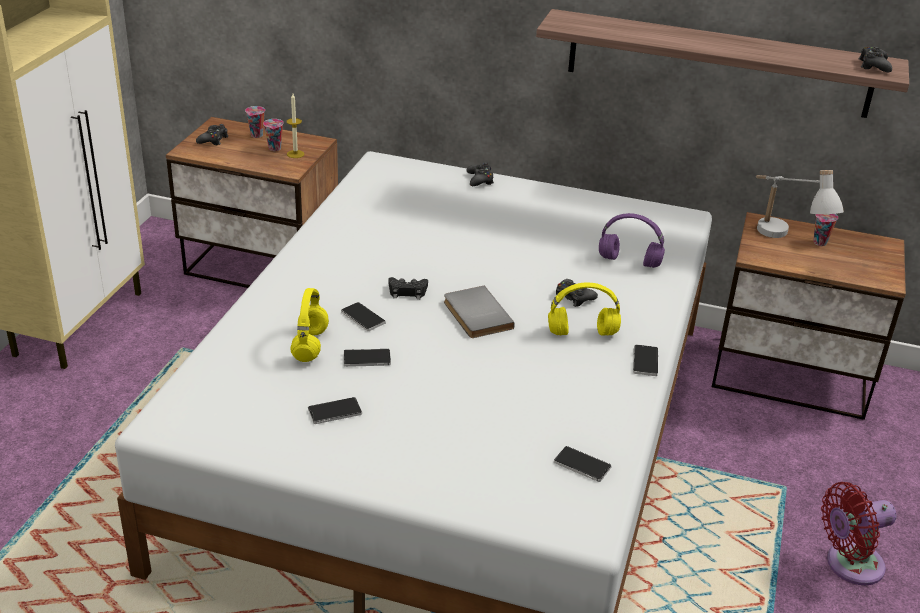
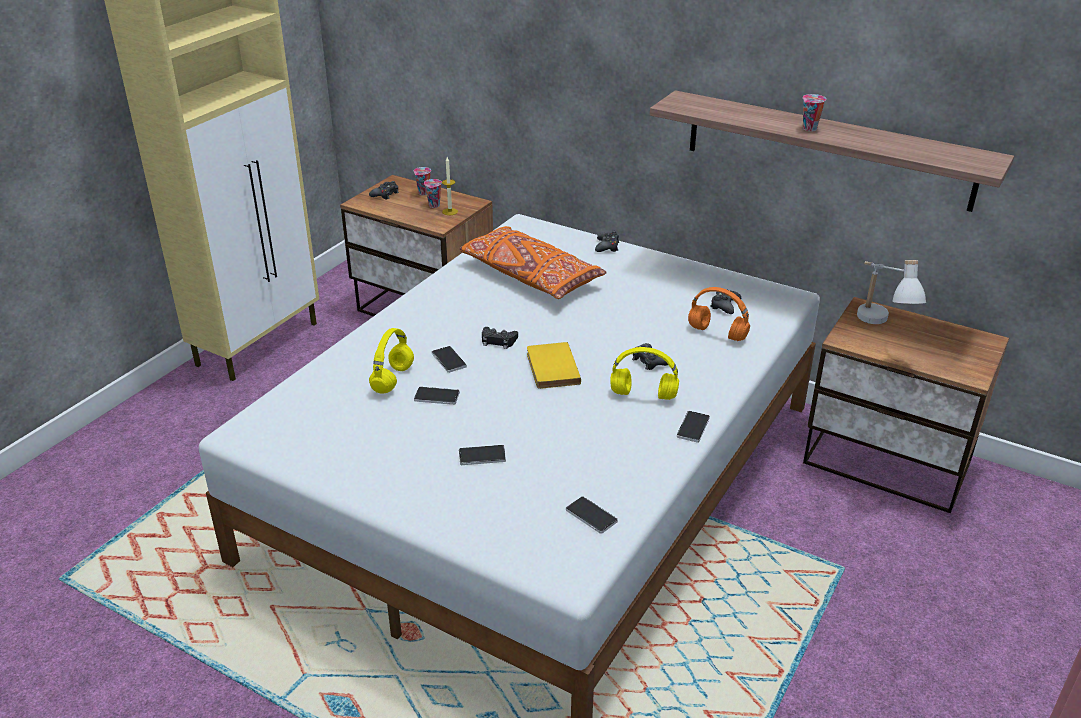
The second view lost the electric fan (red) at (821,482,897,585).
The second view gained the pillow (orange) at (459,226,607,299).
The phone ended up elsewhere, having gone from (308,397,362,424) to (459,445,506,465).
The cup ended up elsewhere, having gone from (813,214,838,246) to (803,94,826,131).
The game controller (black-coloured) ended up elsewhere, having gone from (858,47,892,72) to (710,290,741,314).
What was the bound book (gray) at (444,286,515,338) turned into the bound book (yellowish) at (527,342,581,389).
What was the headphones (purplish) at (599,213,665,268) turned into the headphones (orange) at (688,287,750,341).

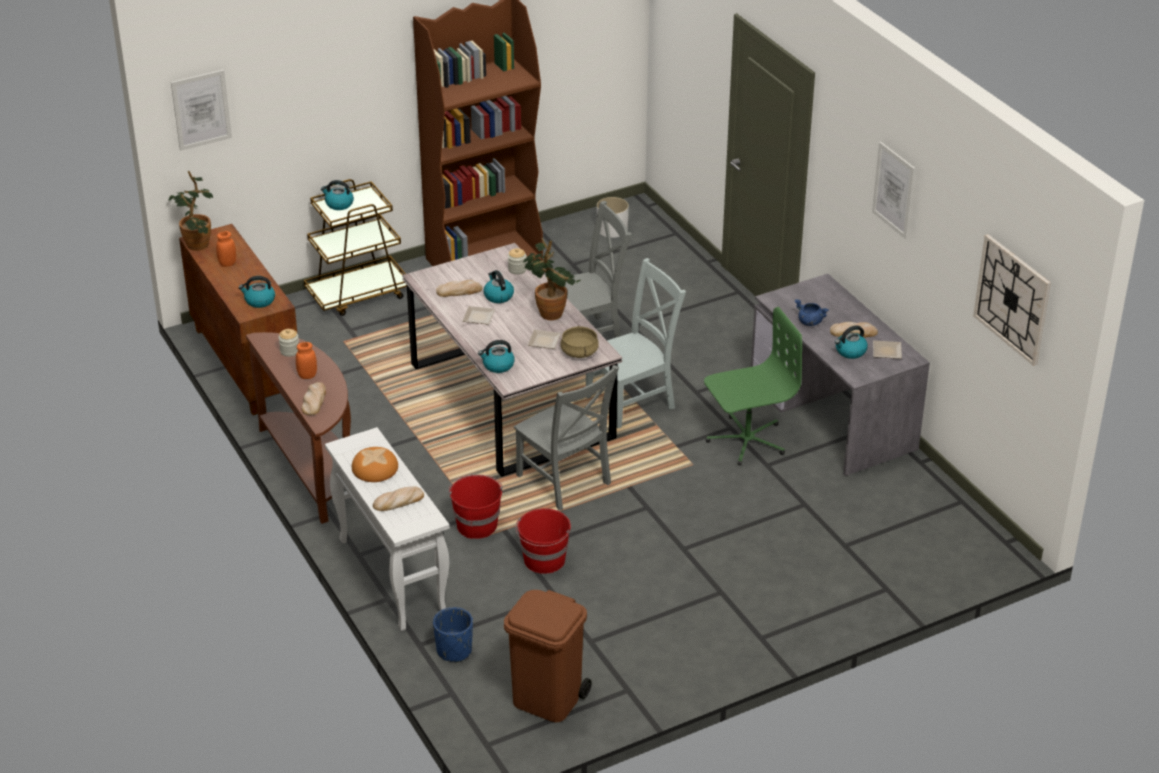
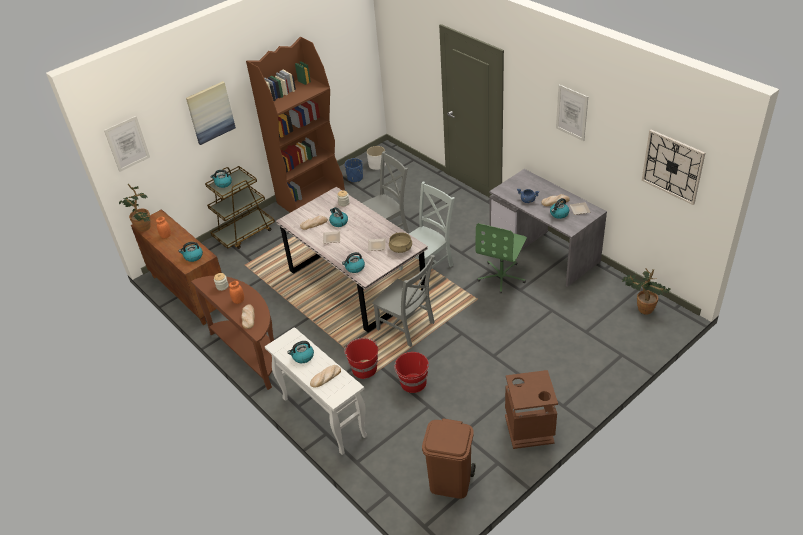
The second view gained the wall picture at (186,81,236,145).
The second view gained the trash can (brown-coloured) at (505,370,558,449).
The planter (blue-coloured) ended up elsewhere, having gone from (433,607,473,663) to (344,158,363,182).
The potted plant ended up elsewhere, having gone from (522,238,581,320) to (622,268,671,315).
Where the bakery bread stood at (352,447,398,482), the water kettle came to stand at (287,341,314,363).
The office chair (greenish) at (704,307,802,465) ended up facing another way, 150 degrees clockwise from before.

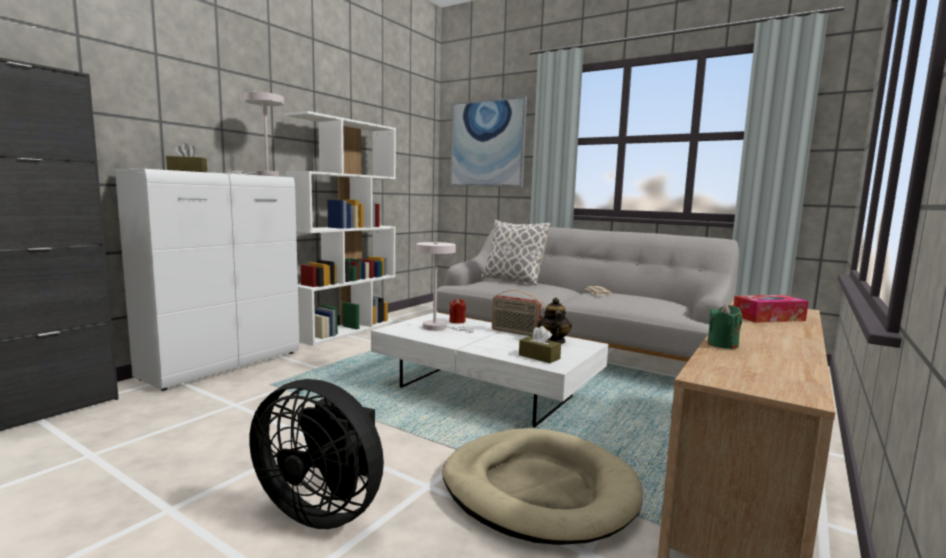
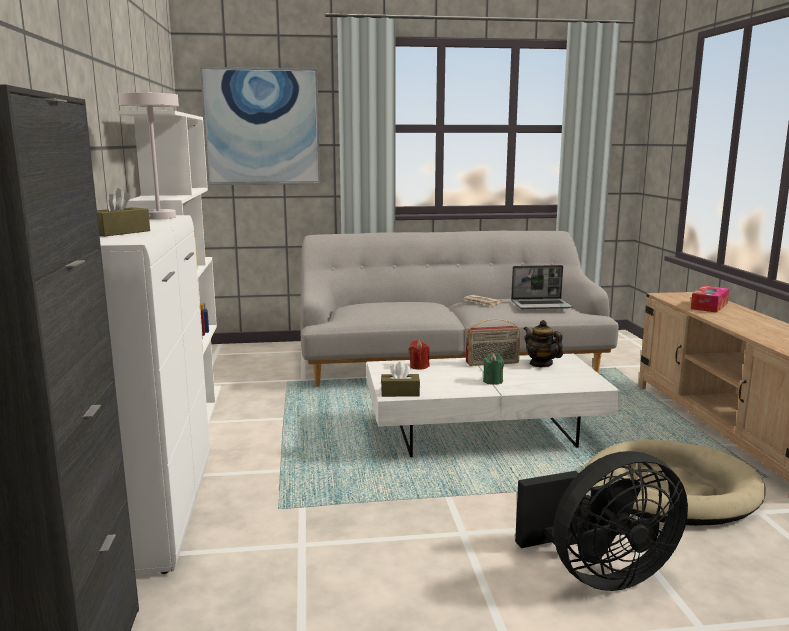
The second view lost the table lamp (white) at (416,242,475,333).
The second view lost the pillow at (481,220,551,285).
The second view gained the portable computer at (511,265,573,309).
The tissue box (brown-coloured) ended up elsewhere, having gone from (519,326,561,363) to (381,362,420,397).
The wax light (greenish) ended up elsewhere, having gone from (707,304,743,349) to (483,353,504,385).

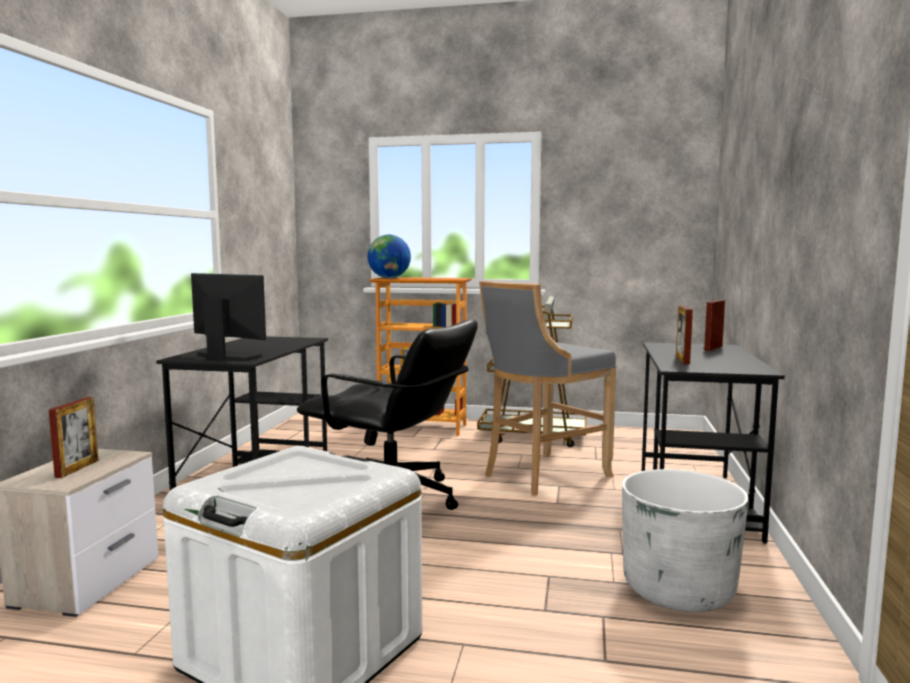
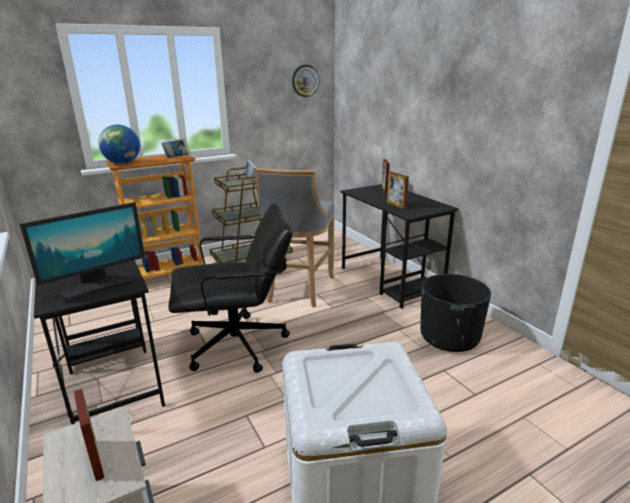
The second view gained the bound book at (161,138,190,158).
The second view gained the hanging clock at (292,65,320,97).
What was the planter (white) at (622,469,749,612) turned into the planter (black-coloured) at (420,274,491,352).
The computer display at (191,273,266,361) ended up facing another way, 150 degrees clockwise from before.

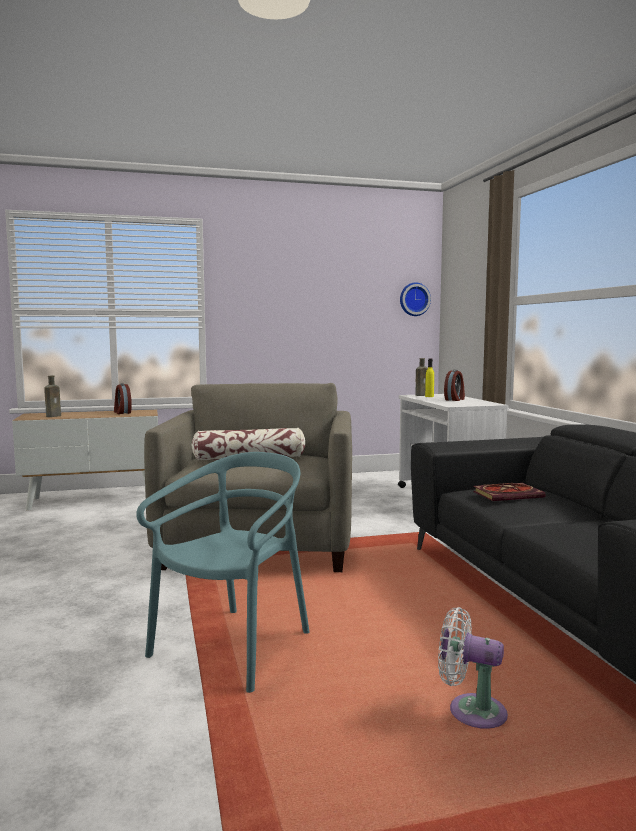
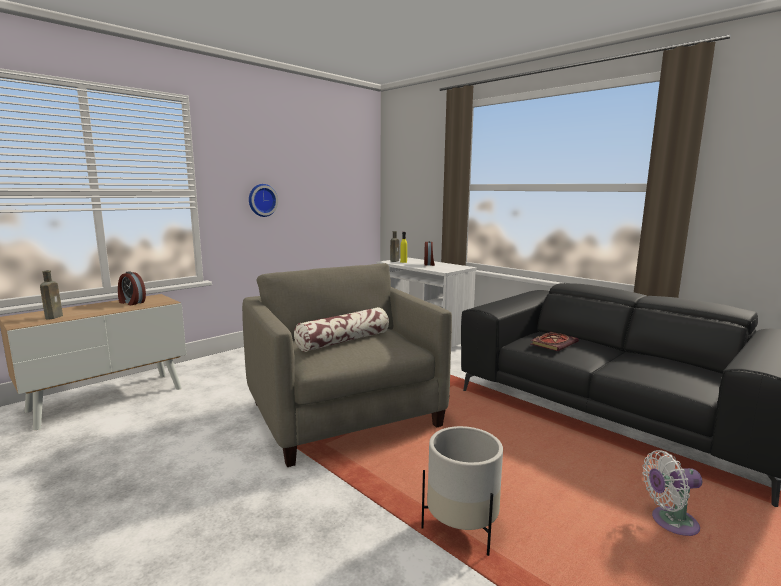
The hanging clock ended up elsewhere, having gone from (400,283,431,316) to (249,184,278,217).
Where the chair (turquoise) stood at (136,452,310,693), the planter (white) came to stand at (421,426,503,556).

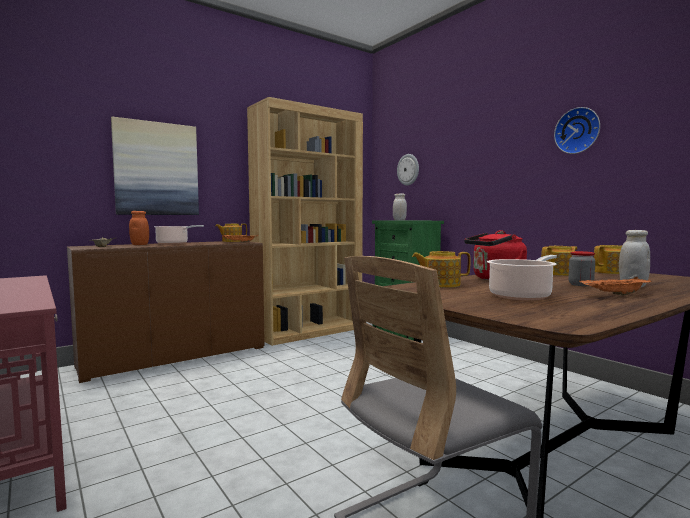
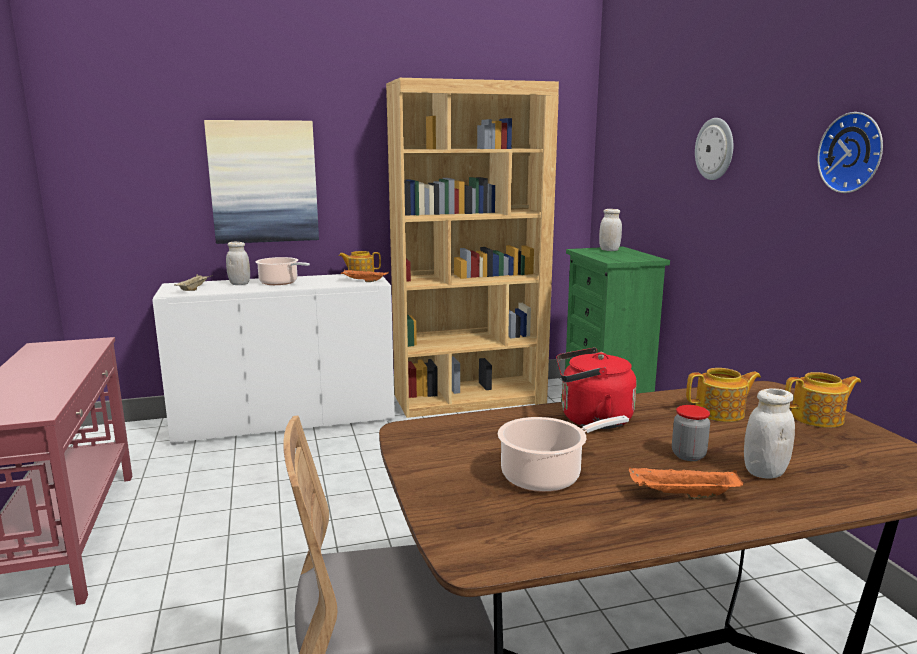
The second view lost the pot for tea at (412,251,471,288).
The hanging clock ended up elsewhere, having gone from (397,154,419,186) to (695,118,733,180).
What was the cabinet (brown-coloured) at (67,241,265,383) turned into the cabinet (white) at (152,272,395,445).
What was the preserve jar (orange) at (129,211,149,245) turned into the preserve jar (white) at (226,242,250,285).

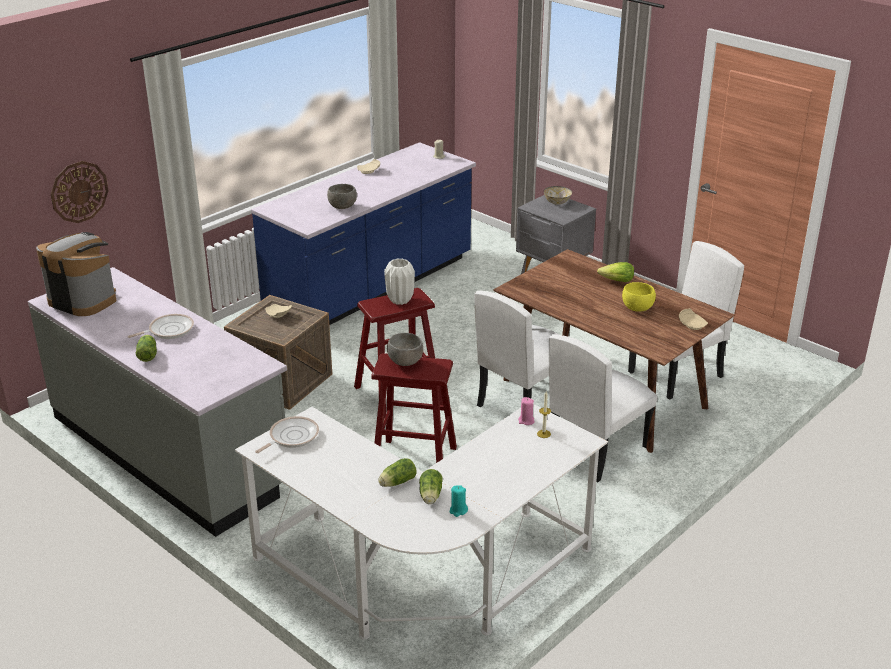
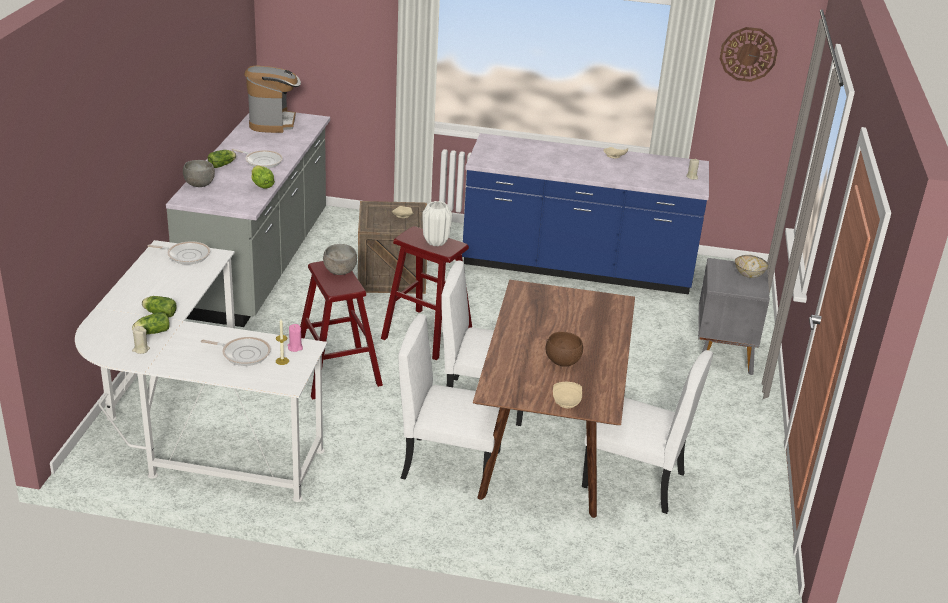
The second view gained the pan at (201,337,271,366).
The hanging clock ended up elsewhere, having gone from (51,161,109,223) to (720,27,778,82).
The serving bowl (gray) ended up elsewhere, having gone from (327,184,357,209) to (183,160,215,187).
The head of lettuce ended up elsewhere, having gone from (597,262,634,282) to (251,165,275,189).
What was the wax light (turquoise) at (450,485,468,517) turned into the wax light (sand-coloured) at (132,326,150,354).
What was the serving bowl (yellowish) at (622,282,656,312) turned into the serving bowl (brown-coloured) at (546,332,583,367).

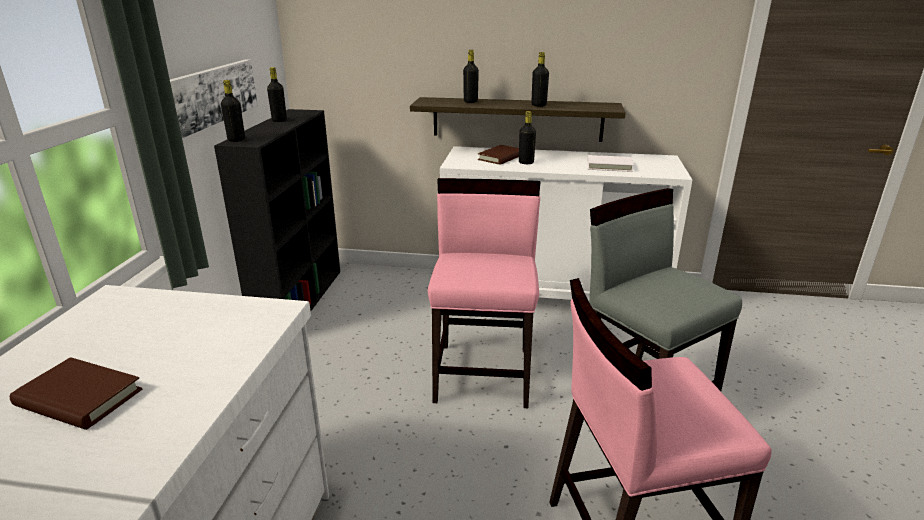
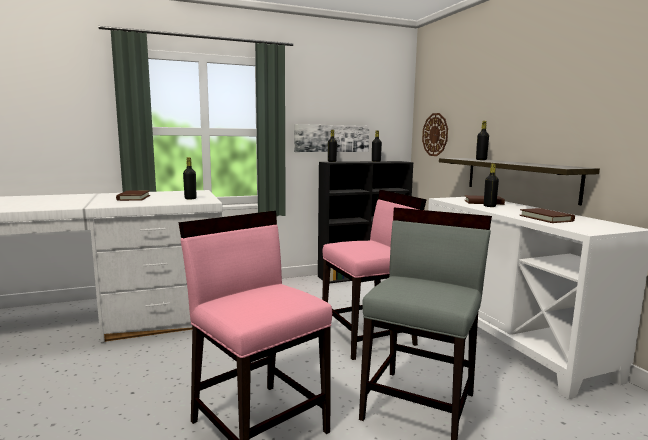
The second view gained the hanging clock at (422,113,448,156).
The drink bottle (black-coloured) ended up elsewhere, having gone from (531,52,549,107) to (183,157,196,199).
What was the bound book (white) at (587,155,634,172) turned into the bound book (brown-coloured) at (519,208,575,223).

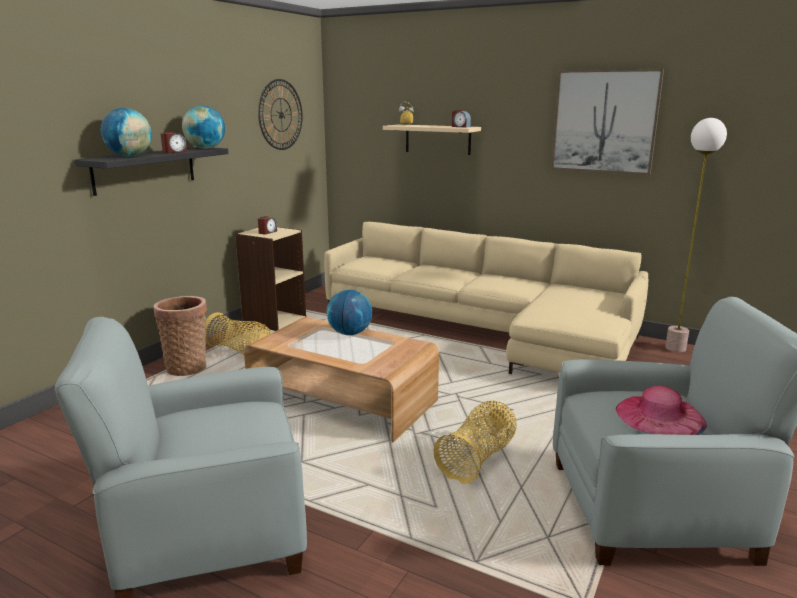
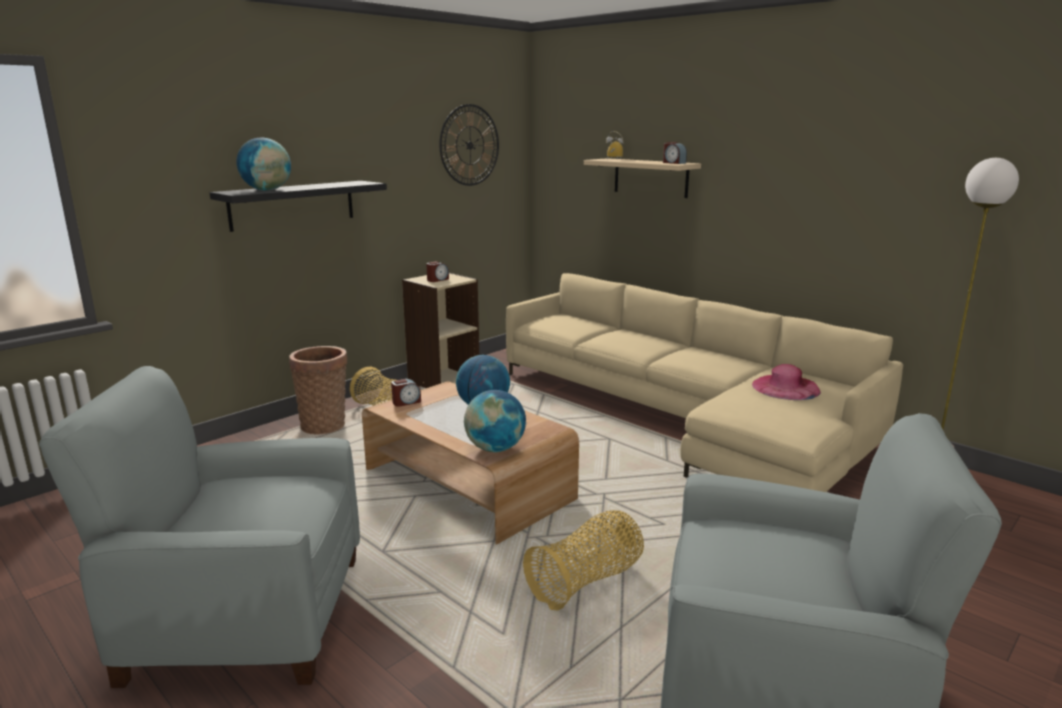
The second view lost the wall picture at (551,69,664,175).
The table clock ended up elsewhere, having gone from (161,132,187,153) to (391,379,421,407).
The desk globe ended up elsewhere, having gone from (182,106,225,149) to (464,390,526,452).
The clothing hat (pinkish) ended up elsewhere, having gone from (616,386,707,435) to (752,364,821,400).

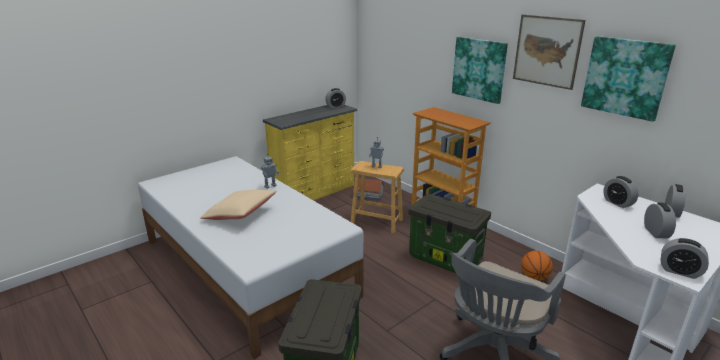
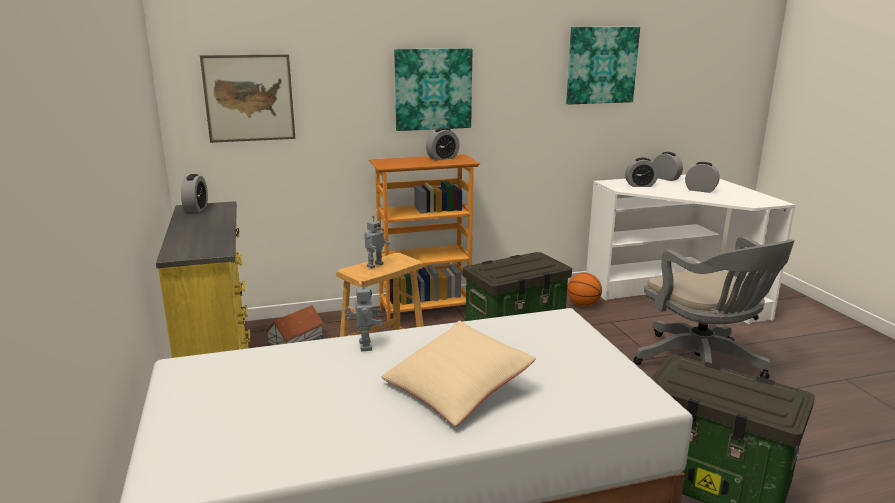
The wall picture ended up elsewhere, having gone from (513,14,585,90) to (200,54,296,143).
The table clock ended up elsewhere, having gone from (660,238,709,279) to (426,128,459,161).

